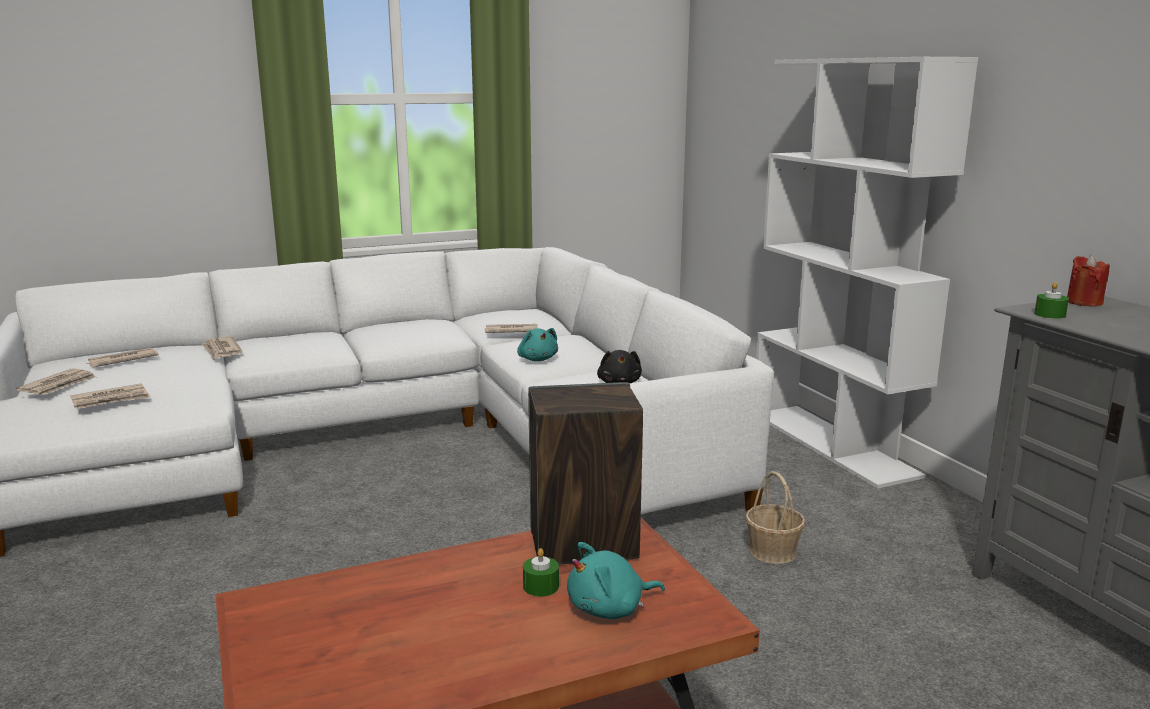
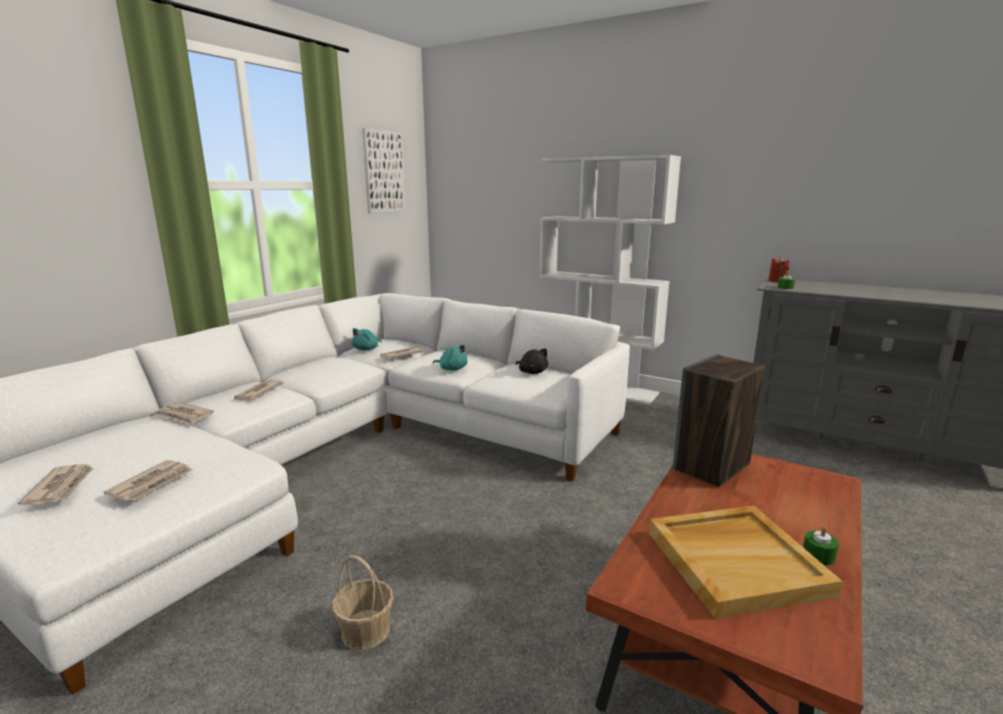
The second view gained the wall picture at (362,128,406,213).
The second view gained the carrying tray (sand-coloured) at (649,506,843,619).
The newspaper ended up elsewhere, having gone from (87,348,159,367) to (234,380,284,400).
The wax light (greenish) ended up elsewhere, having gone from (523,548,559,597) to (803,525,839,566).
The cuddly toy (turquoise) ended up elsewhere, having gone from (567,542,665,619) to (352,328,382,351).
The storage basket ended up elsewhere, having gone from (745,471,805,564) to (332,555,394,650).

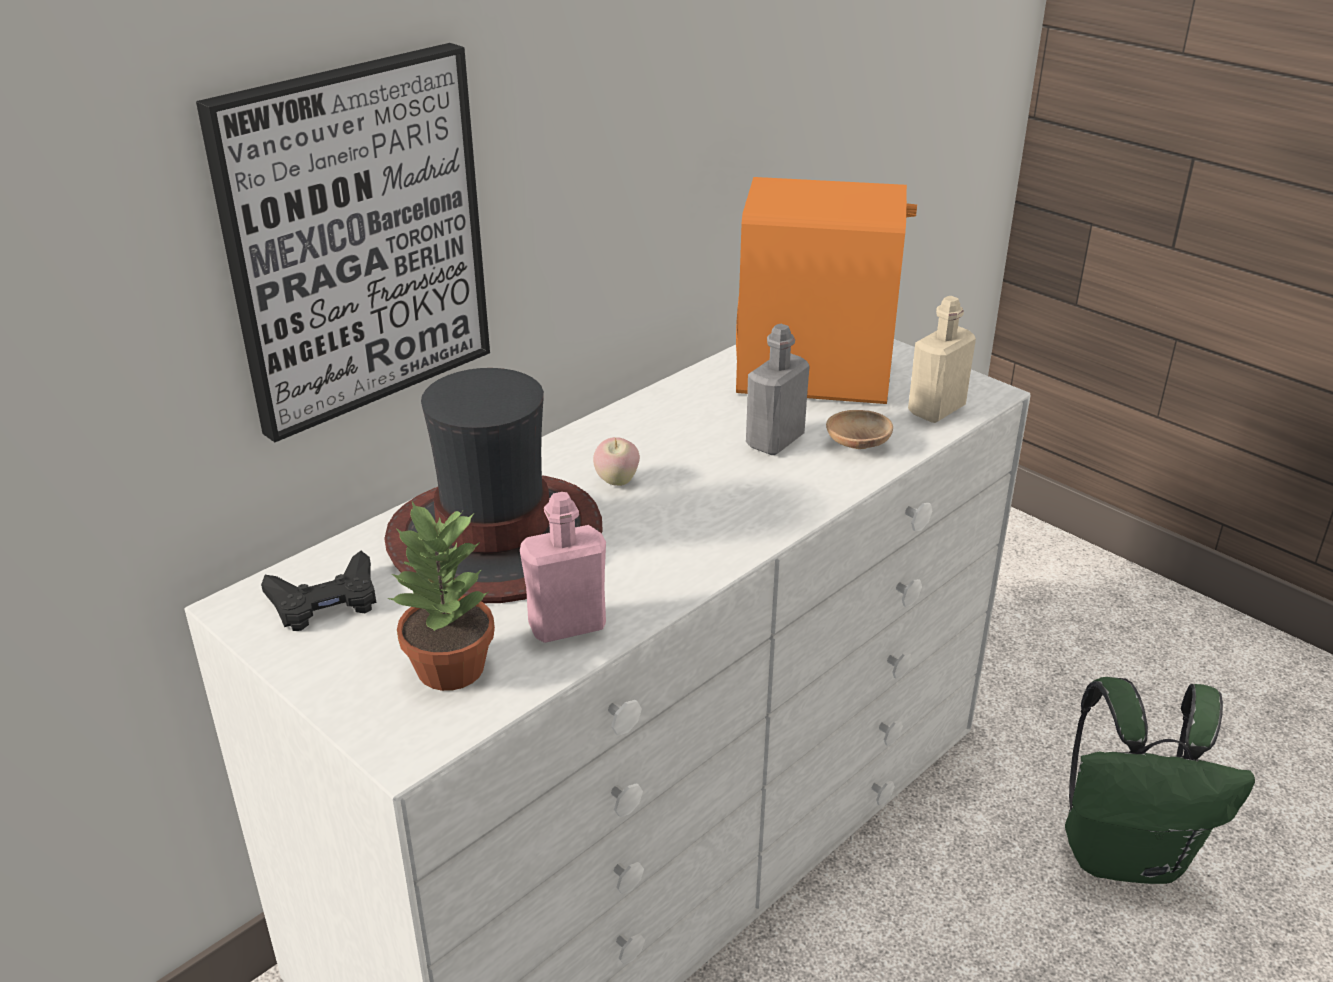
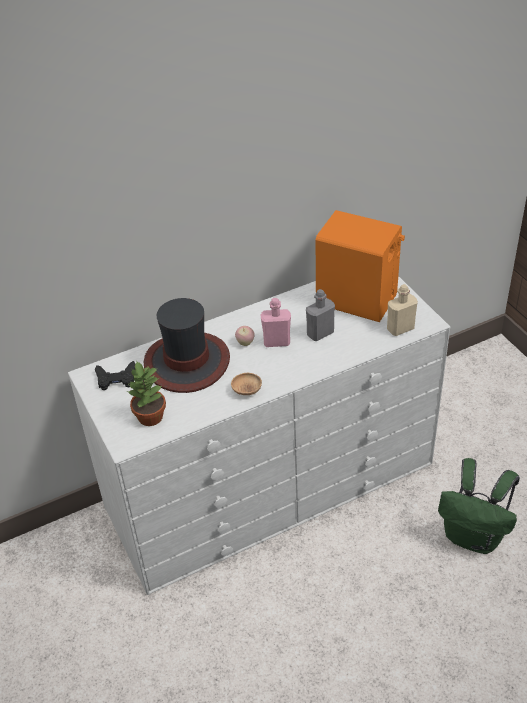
The second view lost the wall picture at (196,43,490,442).
The drink bottle (pinkish) ended up elsewhere, having gone from (520,492,606,643) to (261,298,291,347).
The serving bowl (brown-coloured) ended up elsewhere, having gone from (826,410,893,449) to (231,373,262,395).

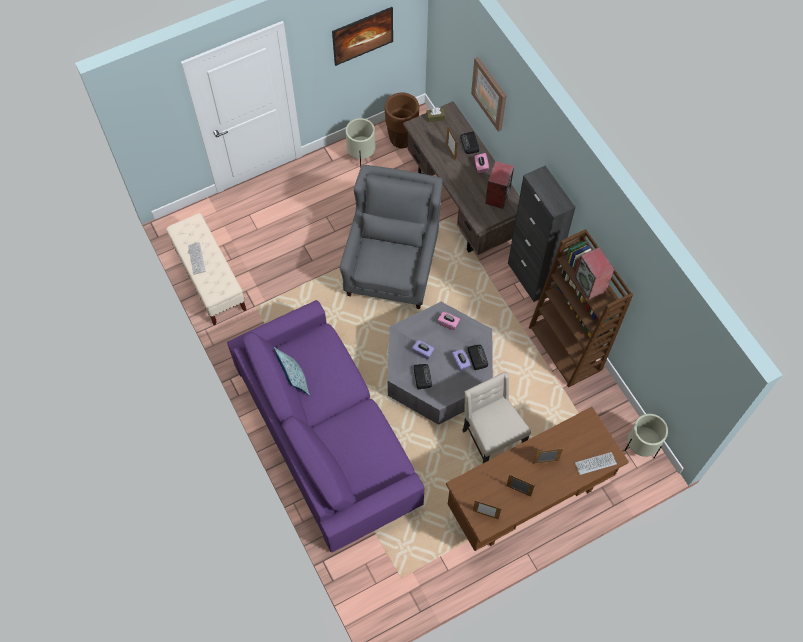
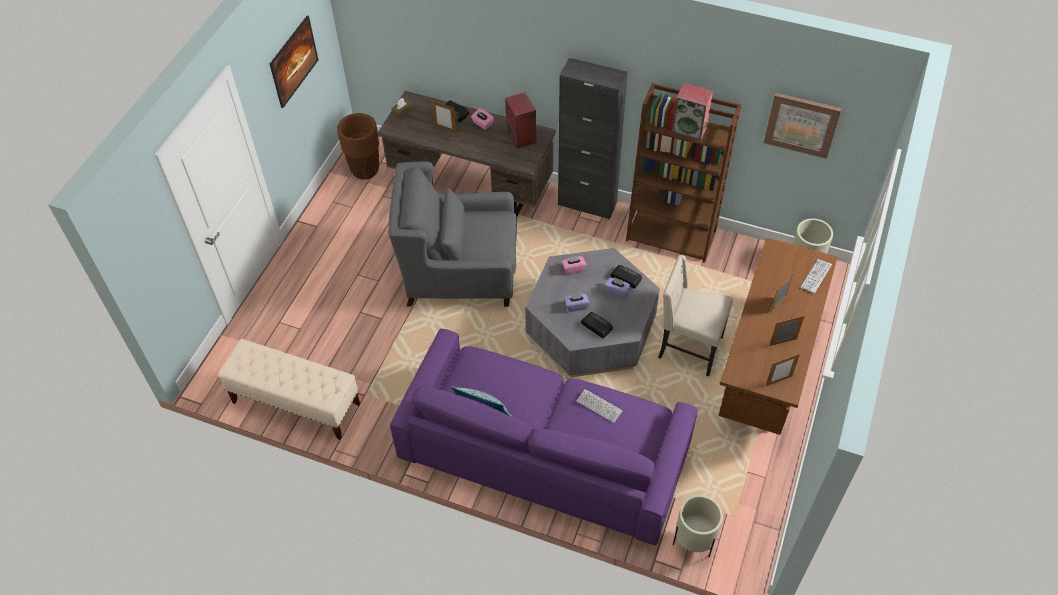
The keyboard ended up elsewhere, having gone from (188,242,206,275) to (577,389,622,423).
The planter (sand-coloured) ended up elsewhere, having gone from (346,118,375,168) to (673,495,723,557).
The wall picture ended up elsewhere, having gone from (471,57,506,132) to (764,93,842,159).
The armchair (gray) at (340,165,442,309) ended up facing another way, 60 degrees counterclockwise from before.

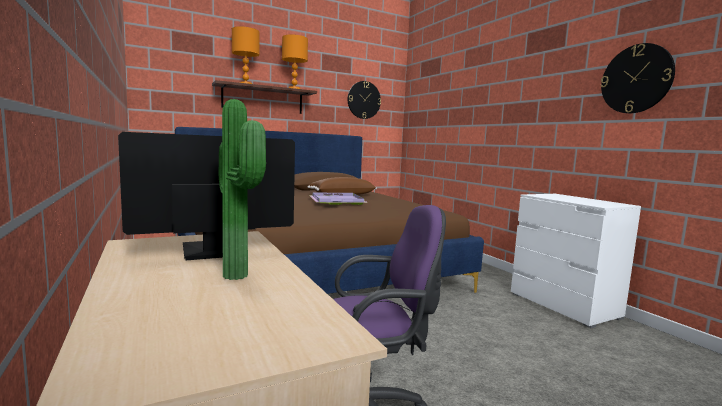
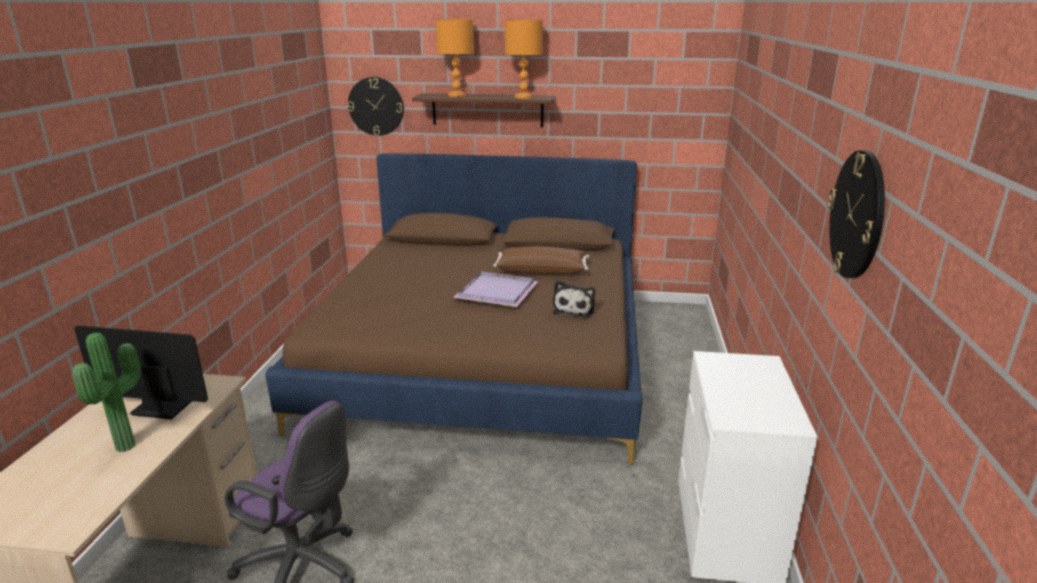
The second view gained the cuddly toy at (553,281,595,317).
The hanging clock ended up elsewhere, having gone from (348,81,381,119) to (348,77,404,136).

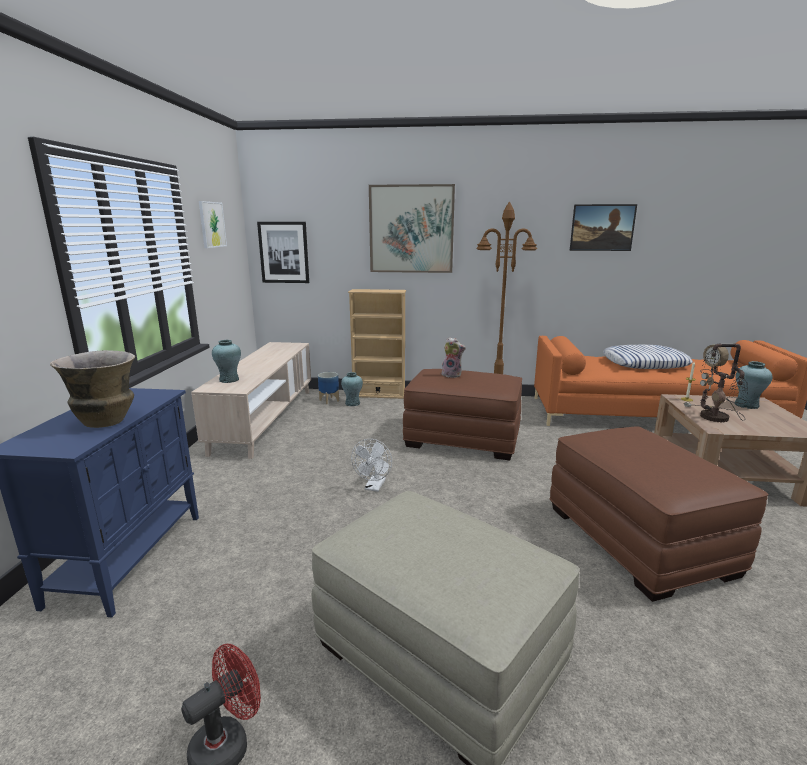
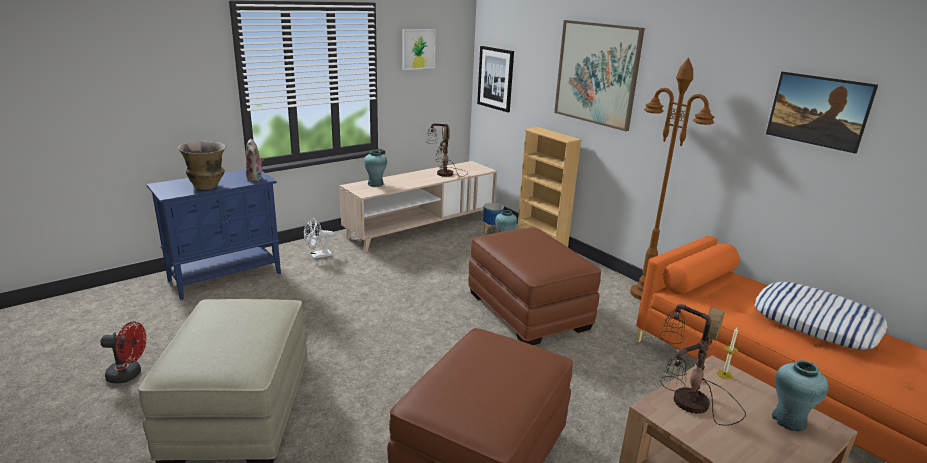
The second view gained the table lamp at (426,123,468,177).
The electric fan (white) ended up elsewhere, having gone from (351,439,392,492) to (304,218,334,259).
The cuddly toy ended up elsewhere, having gone from (442,337,466,378) to (246,138,264,181).

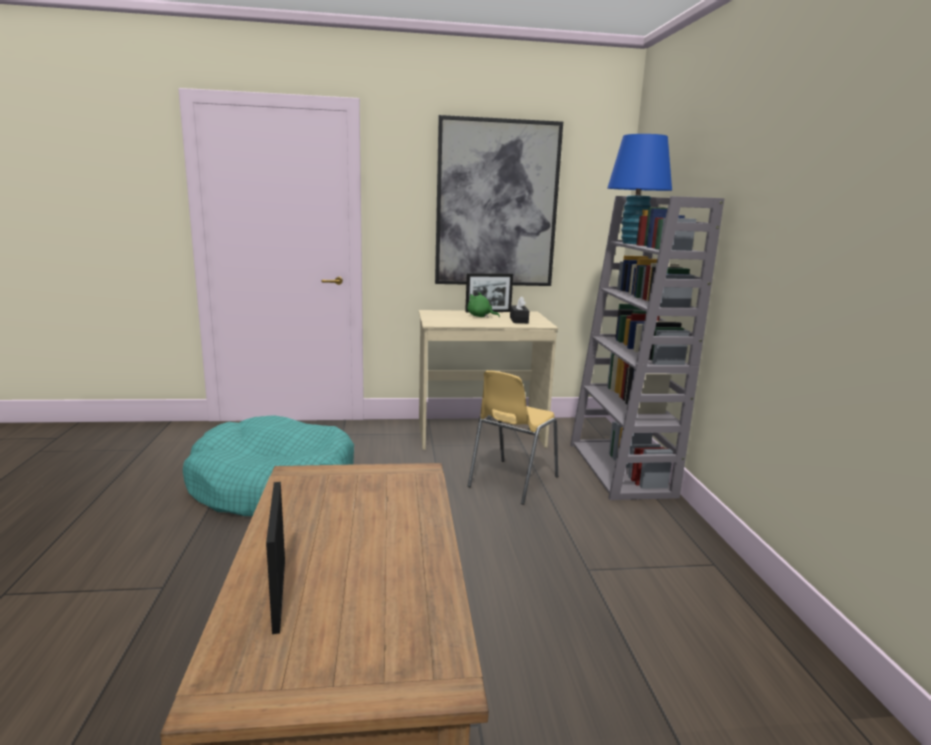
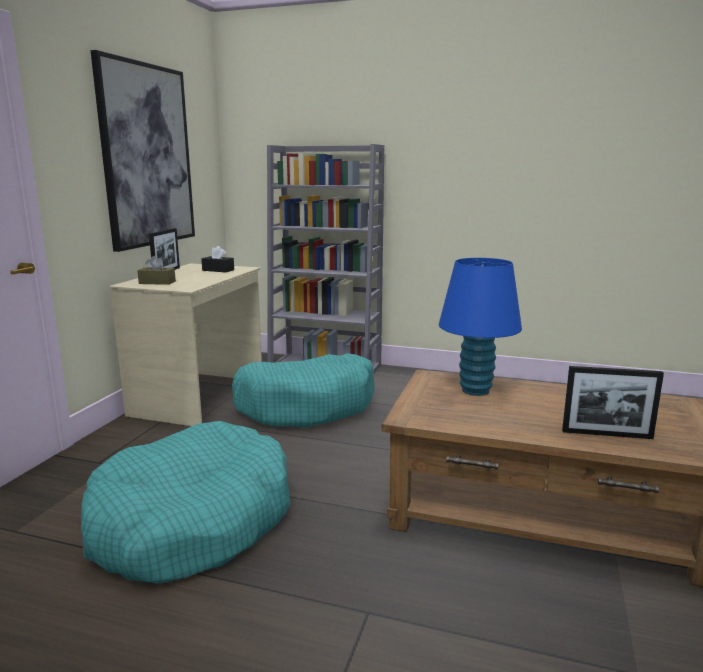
The second view lost the cuddly toy (greenish) at (467,292,500,318).
The second view gained the tissue box (brown-coloured) at (137,256,176,285).
The table lamp (blue-coloured) ended up elsewhere, having gone from (607,134,672,244) to (439,258,522,396).
Where the chair (yellowish) stood at (468,370,558,505), the dog bed (turquoise) came to stand at (232,353,374,428).

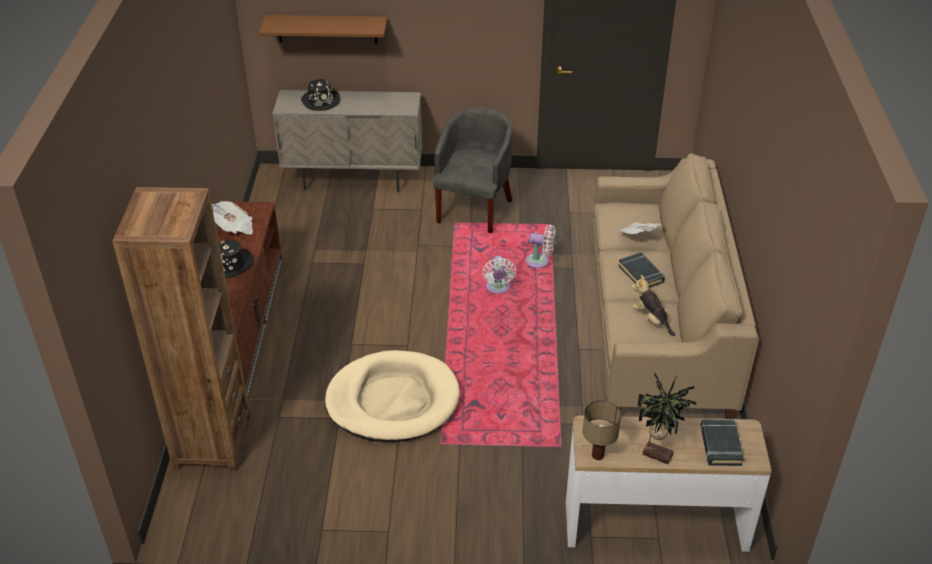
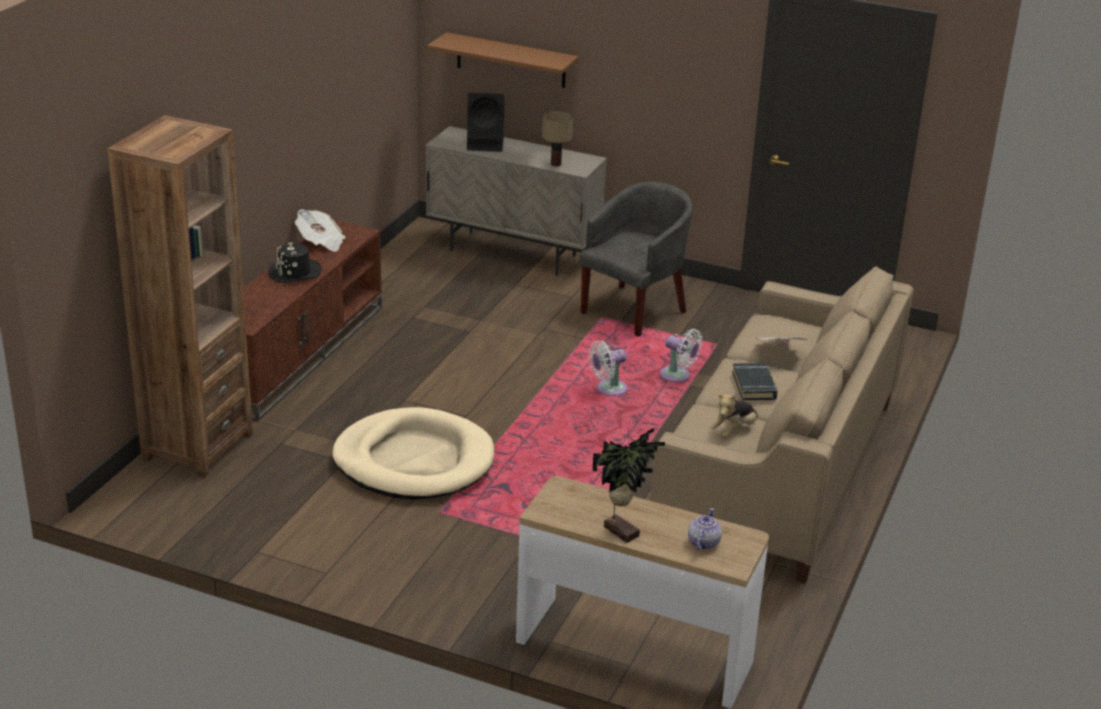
The table lamp ended up elsewhere, having gone from (583,400,621,460) to (542,110,573,166).
Where the clothing hat (black-coloured) stood at (301,79,340,111), the loudspeaker (black-coloured) came to stand at (467,93,505,152).
Where the bound book (black-coloured) stood at (700,419,744,466), the pot for tea came to stand at (688,508,722,550).
The electric fan (white) at (482,256,516,294) ended up facing another way, 45 degrees clockwise from before.
The cuddly toy at (631,275,675,336) ended up facing another way, 120 degrees counterclockwise from before.

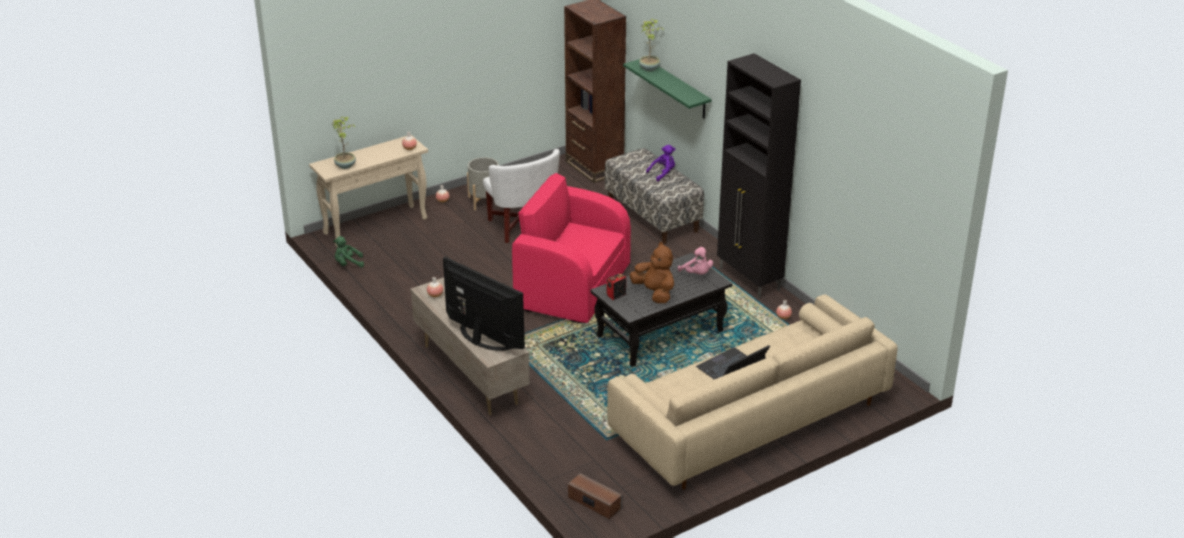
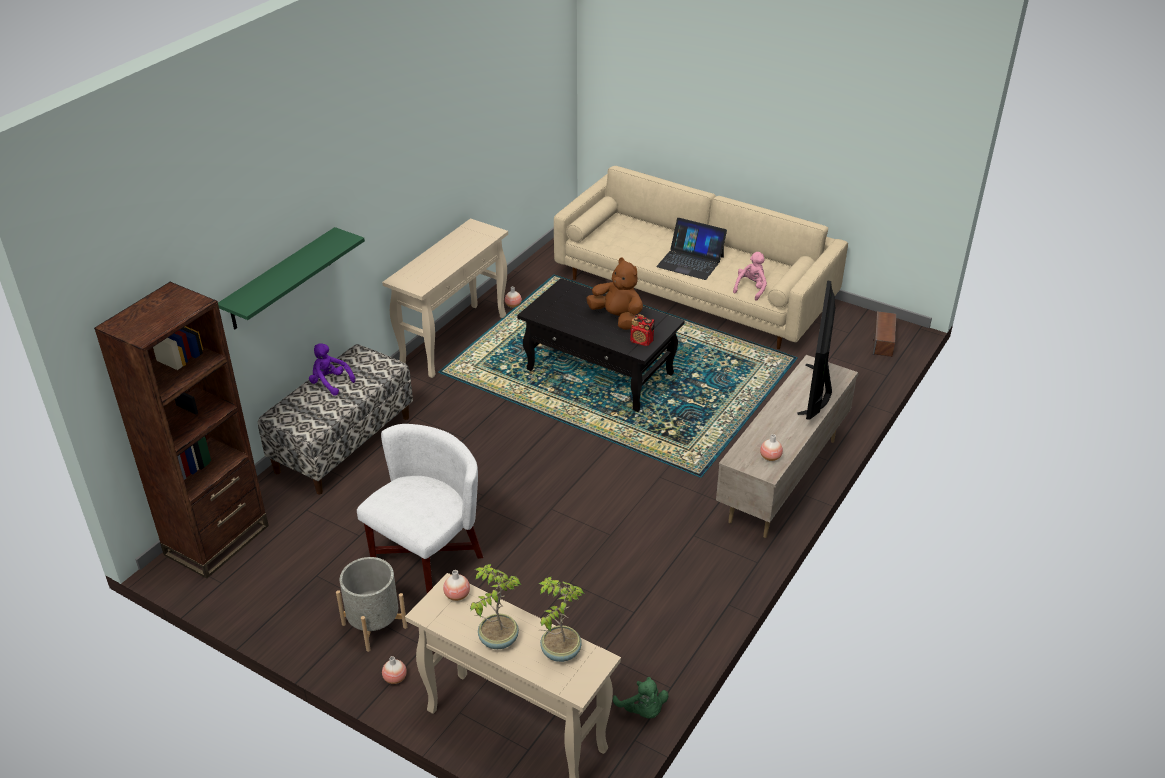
The second view lost the armchair (pinkish) at (512,173,631,323).
The potted plant ended up elsewhere, having gone from (639,19,664,71) to (470,564,521,649).
The cuddly toy (pinkish) ended up elsewhere, having gone from (678,247,713,275) to (733,252,767,301).
Where the cabinet (black-coloured) stood at (717,53,801,298), the narrow table (sand-coloured) came to stand at (382,218,508,378).
The cuddly toy (brown-coloured) at (630,242,674,303) ended up facing another way, 105 degrees clockwise from before.

